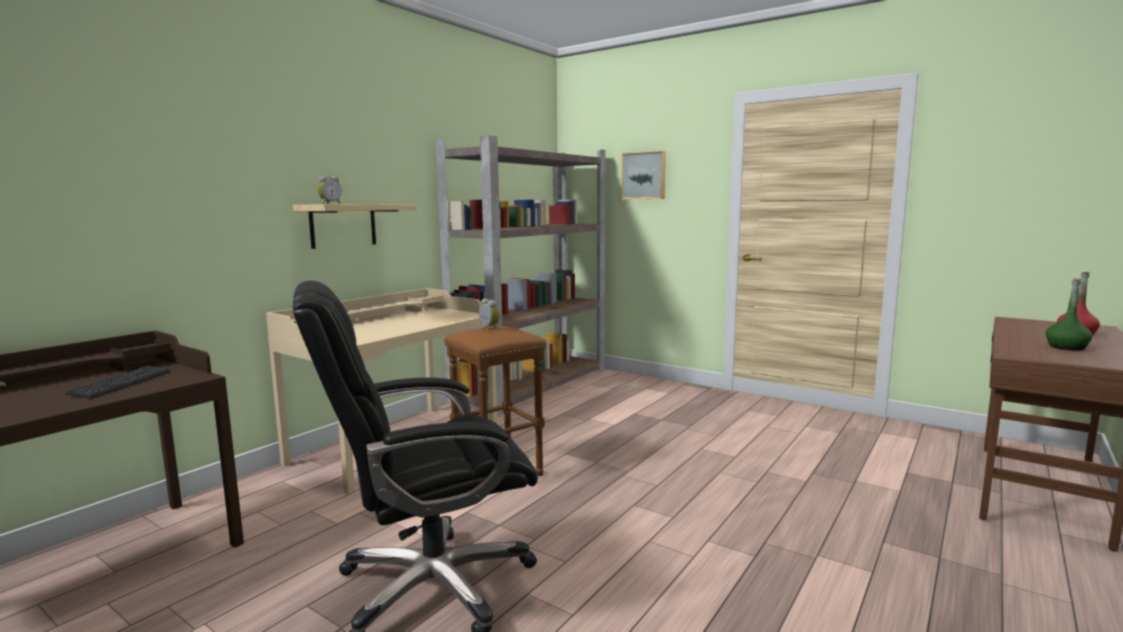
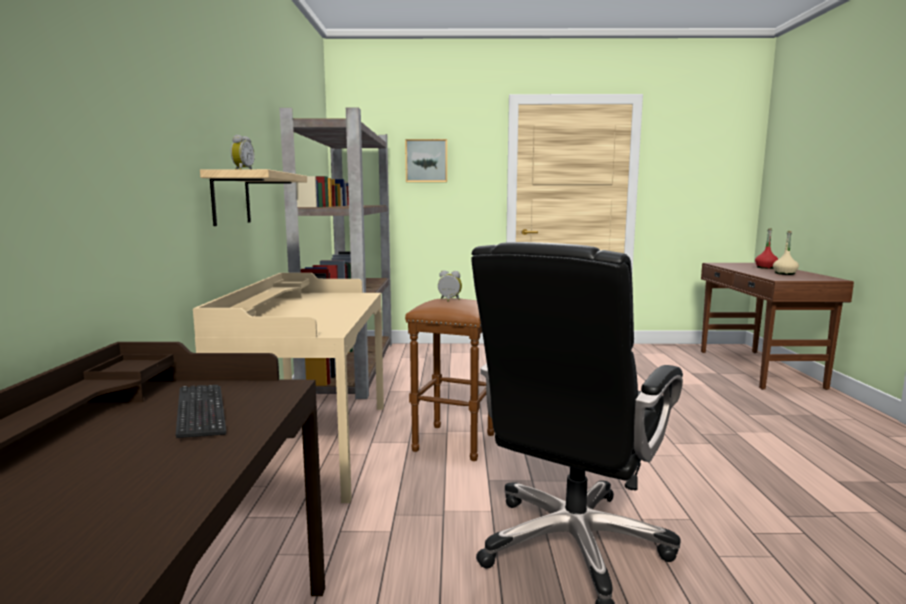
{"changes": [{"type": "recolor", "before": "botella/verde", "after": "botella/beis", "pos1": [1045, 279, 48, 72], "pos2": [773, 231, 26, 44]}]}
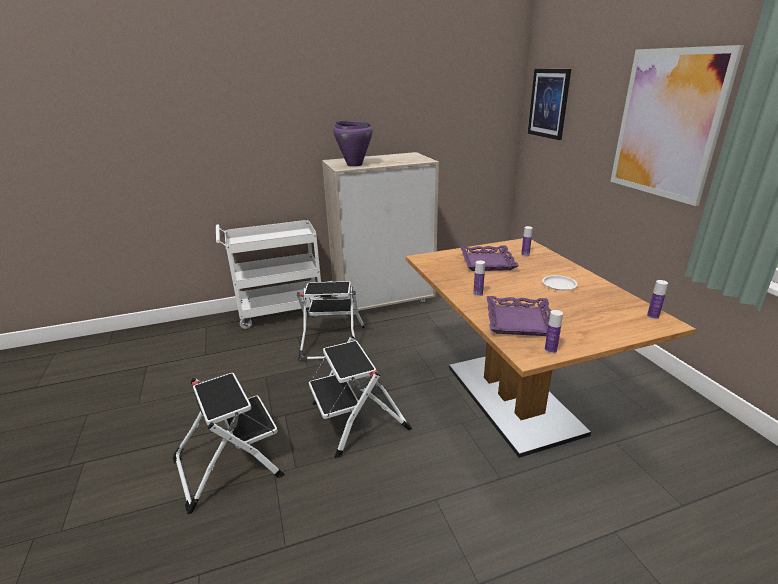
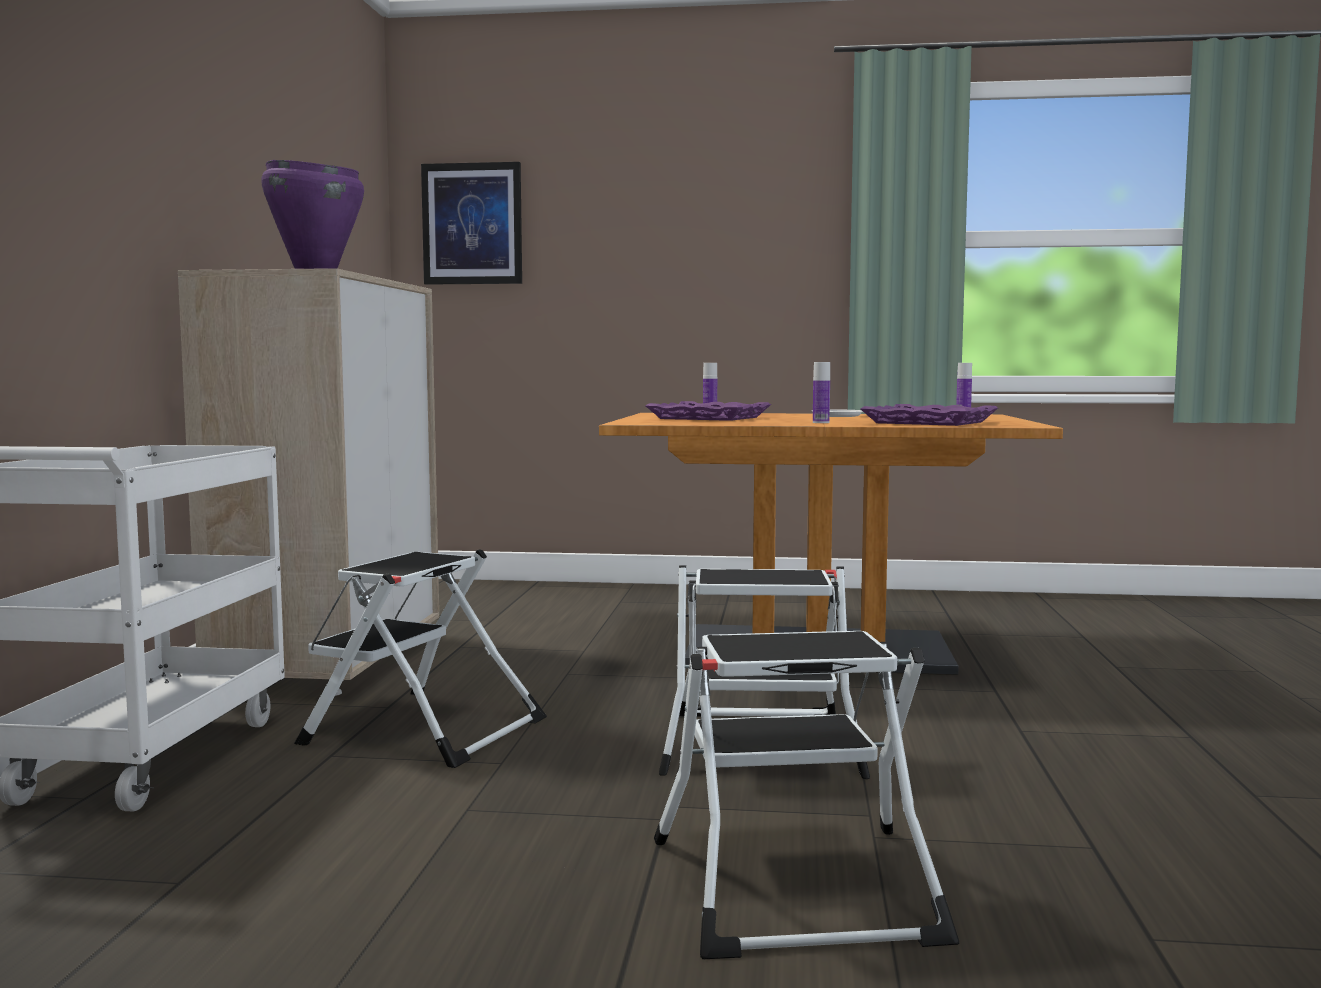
{"changes": [{"type": "delete", "before": "botella", "pos1": [545, 310, 18, 43]}, {"type": "delete", "before": "cuadro", "pos1": [610, 45, 134, 161]}]}
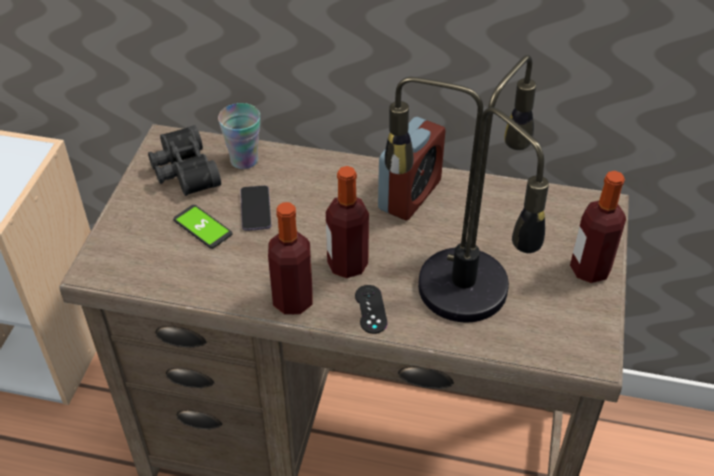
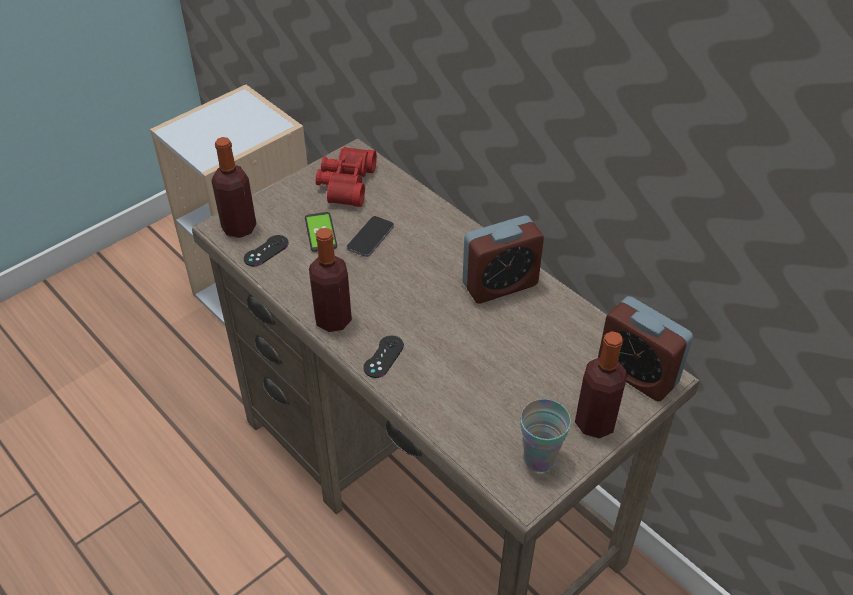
{"changes": [{"type": "delete", "before": "lámpara de mesa", "pos1": [385, 55, 164, 267]}, {"type": "insert", "after": "mando de consola/negro", "pos2": [244, 235, 45, 32]}, {"type": "insert", "after": "despertador", "pos2": [598, 296, 95, 106]}, {"type": "move", "before": "taza", "pos1": [218, 103, 42, 66], "pos2": [520, 399, 51, 73]}, {"type": "move", "before": "botella", "pos1": [326, 166, 43, 112], "pos2": [212, 137, 44, 101]}, {"type": "recolor", "before": "prismáticos/negro", "after": "prismáticos/rojo", "pos1": [148, 125, 73, 71], "pos2": [316, 147, 61, 60]}]}
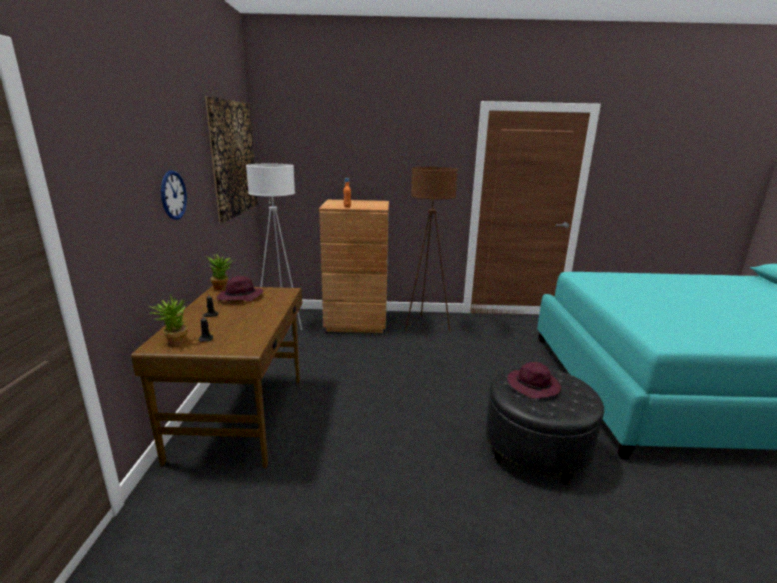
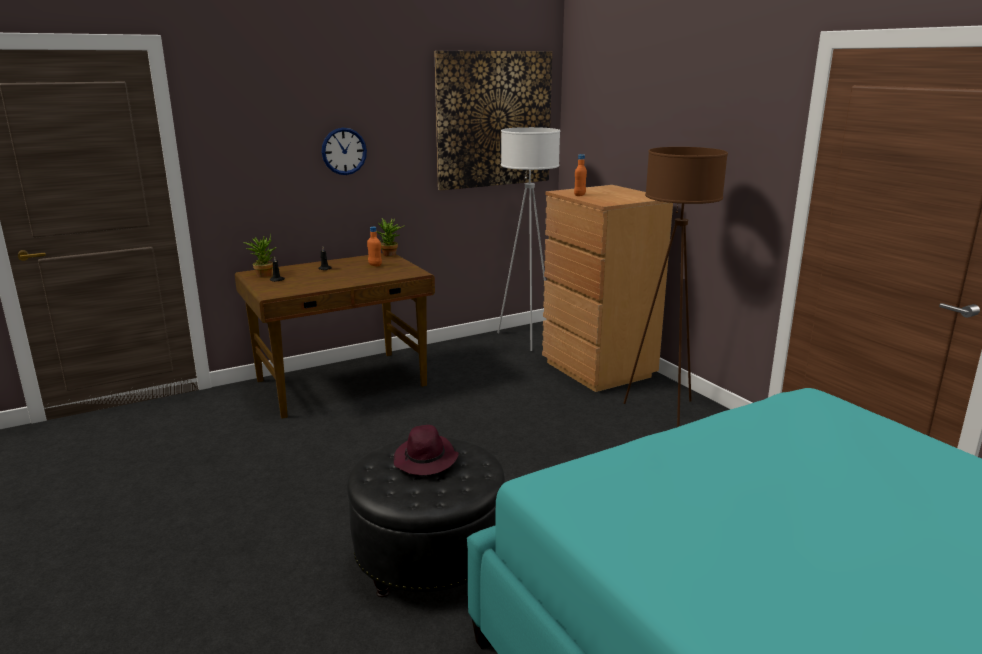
{"changes": [{"type": "replace", "before": "sombrero/morado", "after": "botella/naranja", "pos1": [217, 276, 46, 25], "pos2": [367, 227, 15, 39]}]}
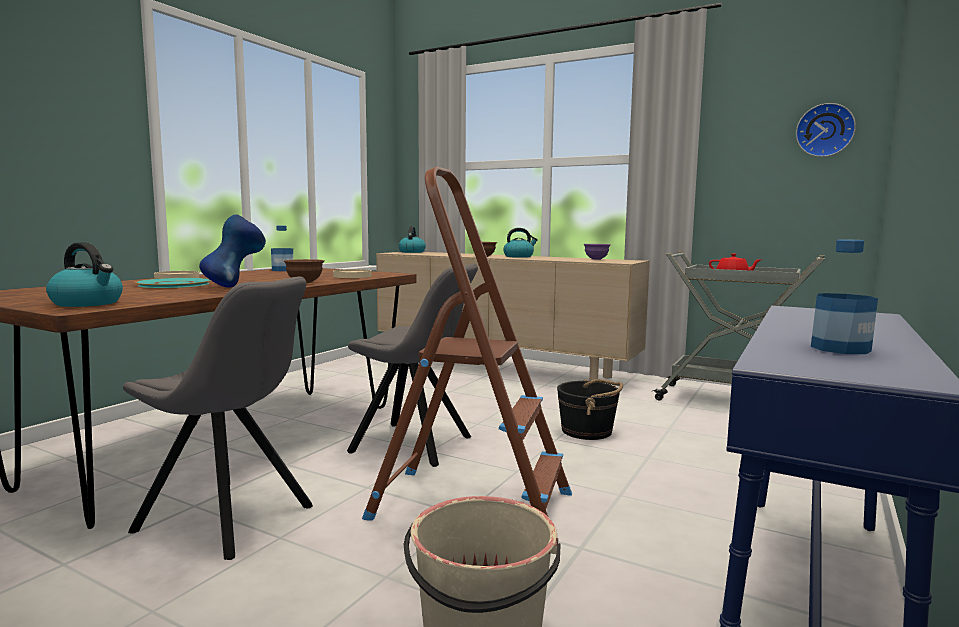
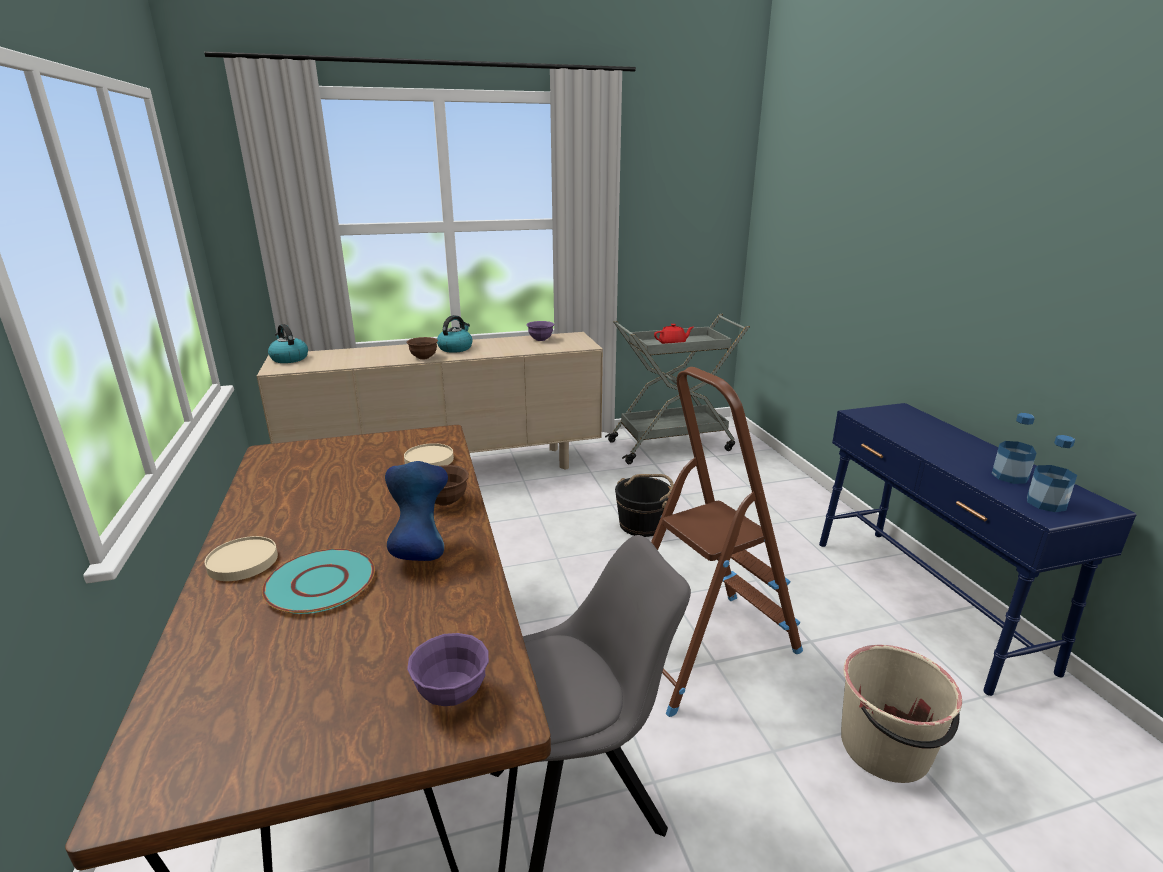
{"changes": [{"type": "delete", "before": "silla/gris", "pos1": [347, 264, 131, 203]}, {"type": "delete", "before": "reloj de pared", "pos1": [796, 103, 60, 54]}, {"type": "move", "before": "botella", "pos1": [271, 225, 22, 46], "pos2": [1027, 435, 50, 77]}, {"type": "replace", "before": "hervidor", "after": "cuenco/morado", "pos1": [46, 242, 77, 65], "pos2": [407, 633, 82, 73]}]}
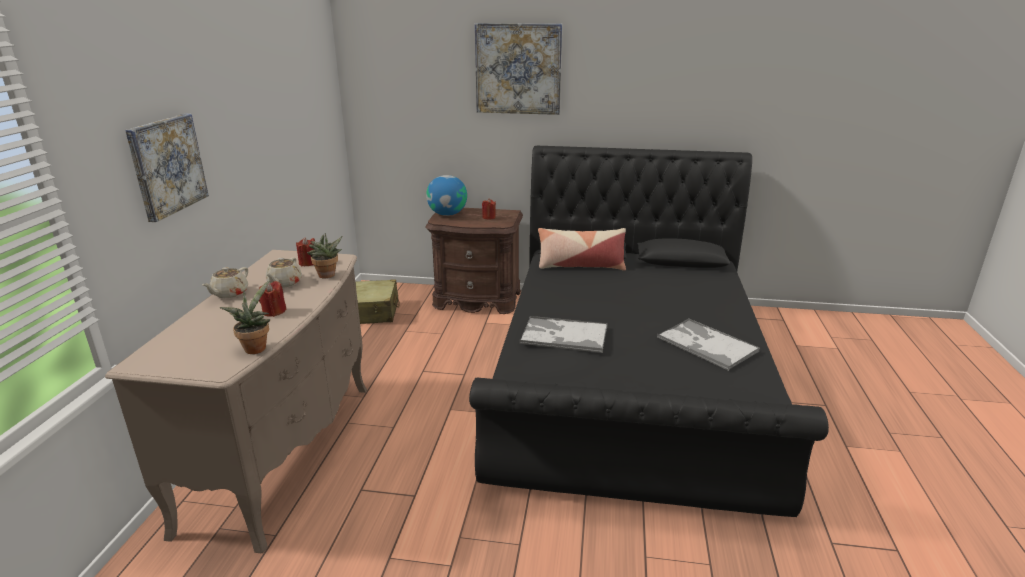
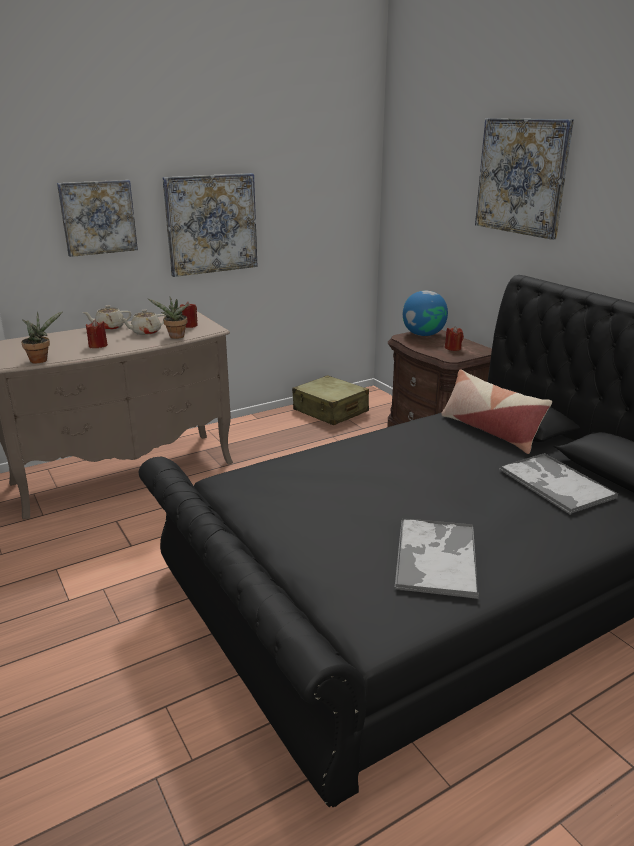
{"changes": [{"type": "insert", "after": "cuadro", "pos2": [162, 173, 96, 104]}, {"type": "move", "before": "bandeja", "pos1": [519, 316, 89, 37], "pos2": [500, 453, 118, 62]}]}
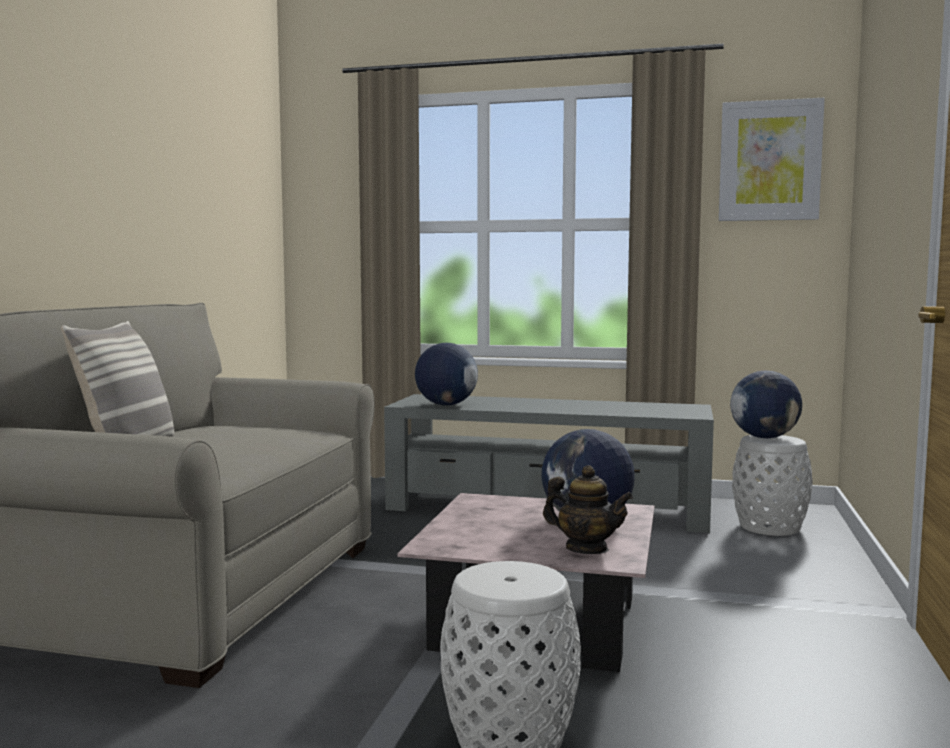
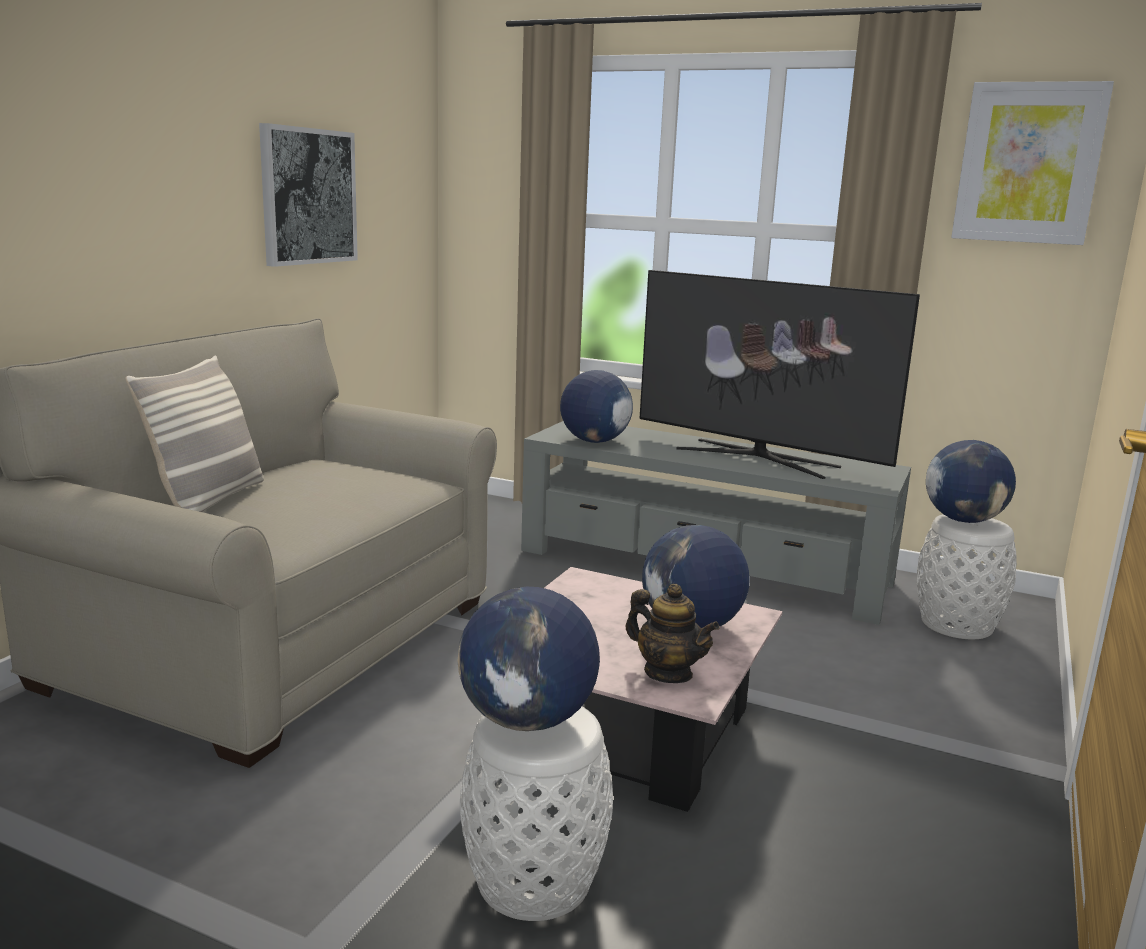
{"changes": [{"type": "insert", "after": "cuadro", "pos2": [259, 123, 99, 144]}, {"type": "insert", "after": "globo terráqueo", "pos2": [458, 587, 142, 144]}, {"type": "insert", "after": "televisor", "pos2": [640, 270, 280, 209]}]}
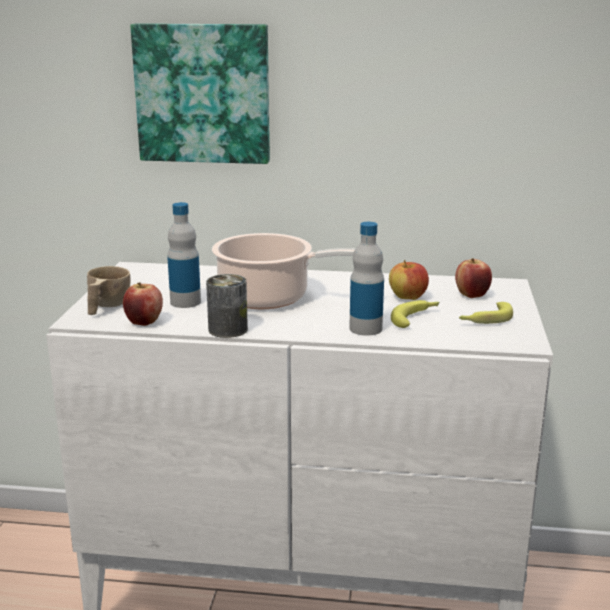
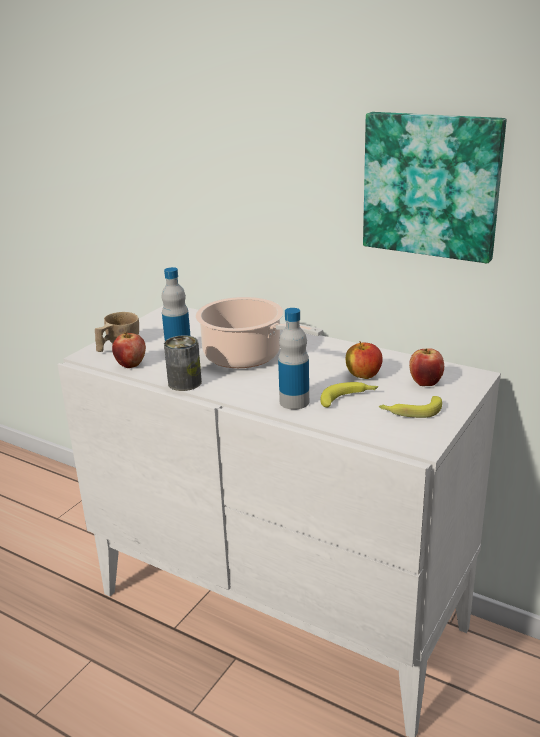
{"changes": [{"type": "move", "before": "cuadro", "pos1": [130, 23, 140, 141], "pos2": [363, 112, 143, 151]}]}
